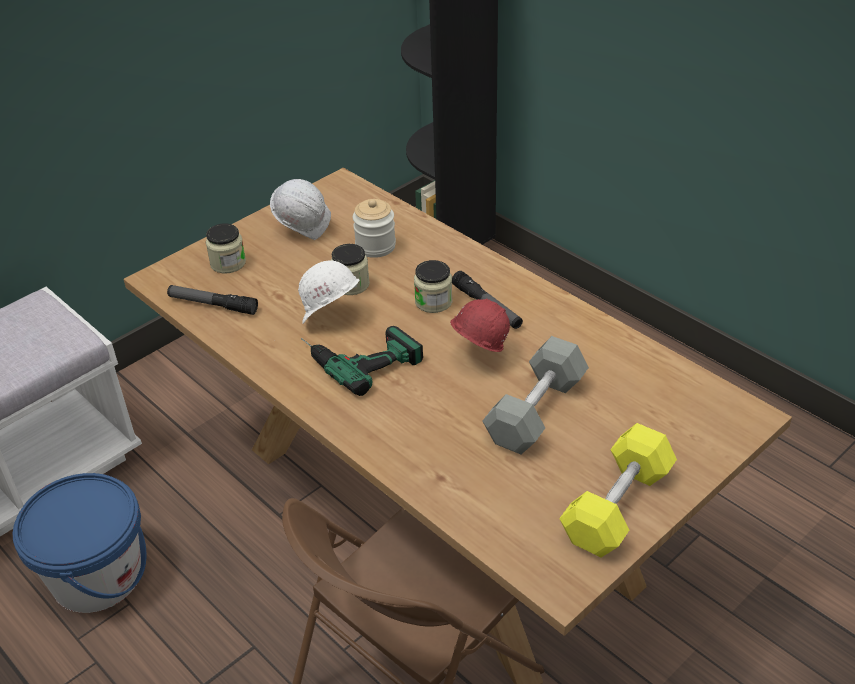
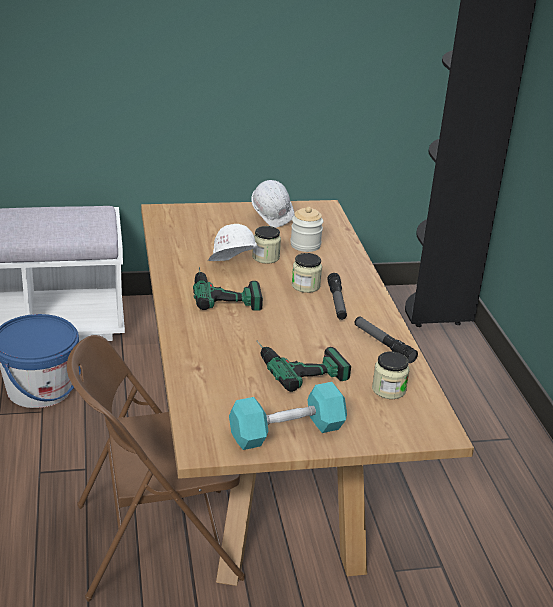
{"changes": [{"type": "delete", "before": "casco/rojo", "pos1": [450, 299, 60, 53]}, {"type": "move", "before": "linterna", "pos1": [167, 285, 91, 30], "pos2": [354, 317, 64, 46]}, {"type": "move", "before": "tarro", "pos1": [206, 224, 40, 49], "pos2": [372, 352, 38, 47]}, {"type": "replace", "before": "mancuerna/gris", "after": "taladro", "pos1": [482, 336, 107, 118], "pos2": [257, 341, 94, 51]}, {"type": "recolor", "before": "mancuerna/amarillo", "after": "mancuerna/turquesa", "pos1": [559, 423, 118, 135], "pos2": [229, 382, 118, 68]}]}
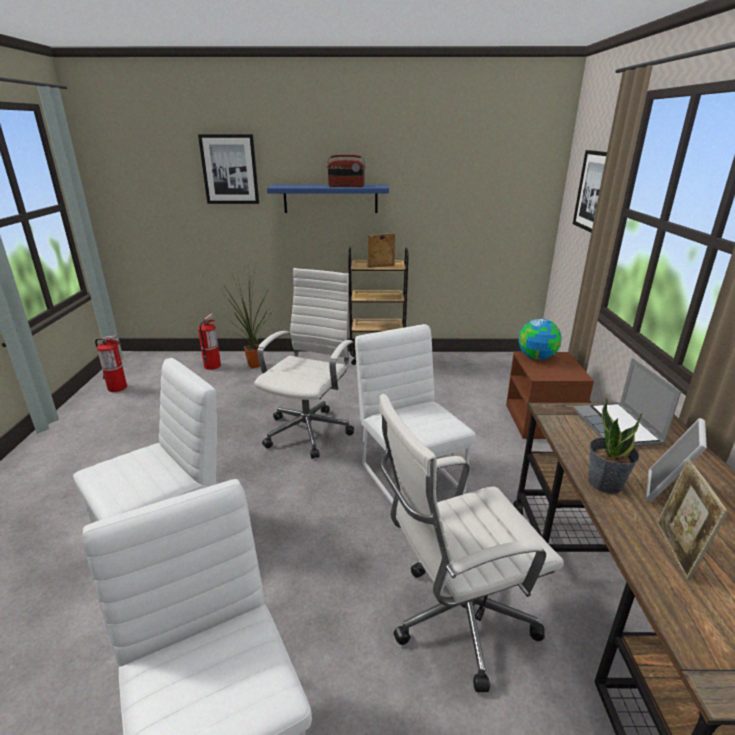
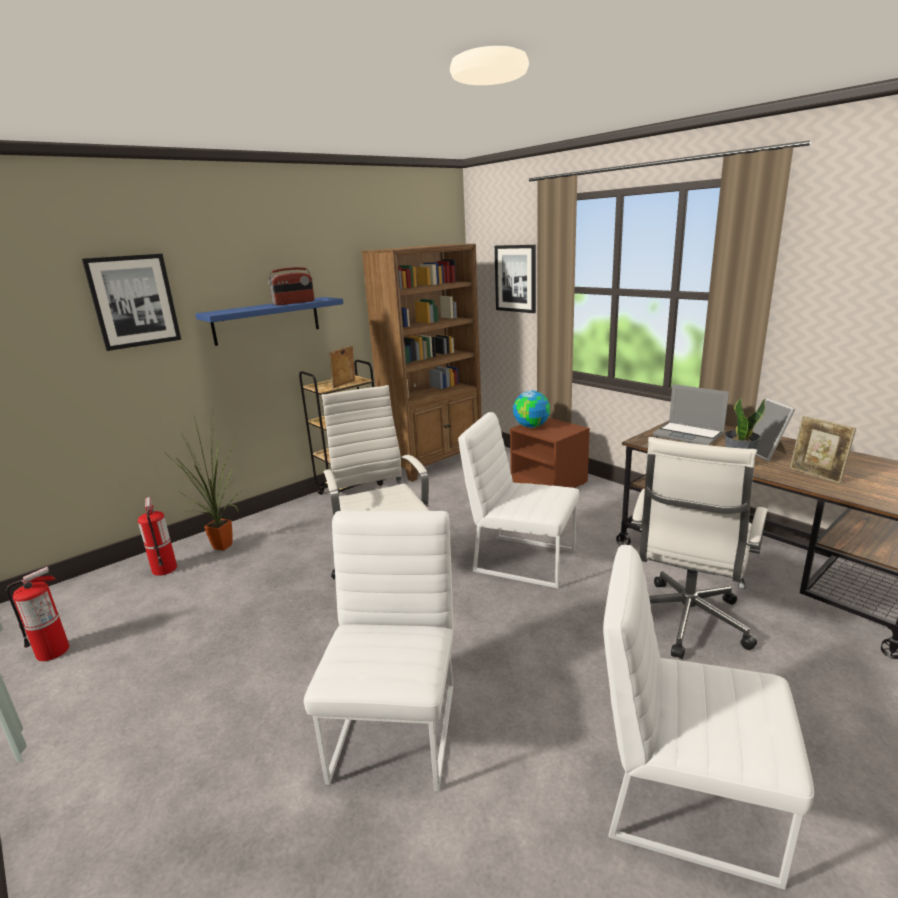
{"changes": [{"type": "insert", "after": "estantería/marrón", "pos2": [362, 244, 120, 238]}]}
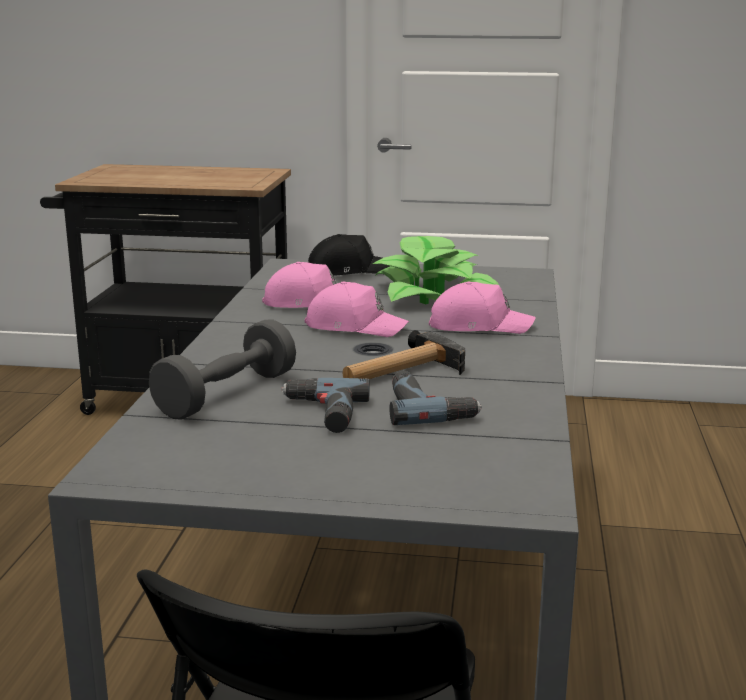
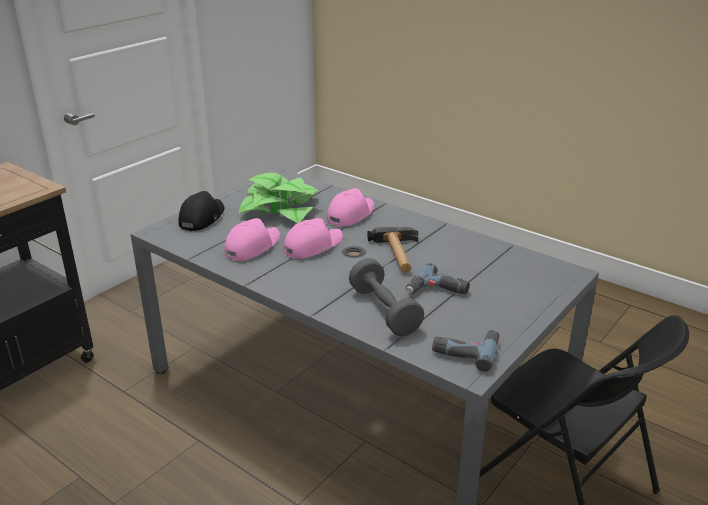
{"changes": [{"type": "move", "before": "taladro", "pos1": [390, 371, 92, 54], "pos2": [432, 330, 67, 42]}]}
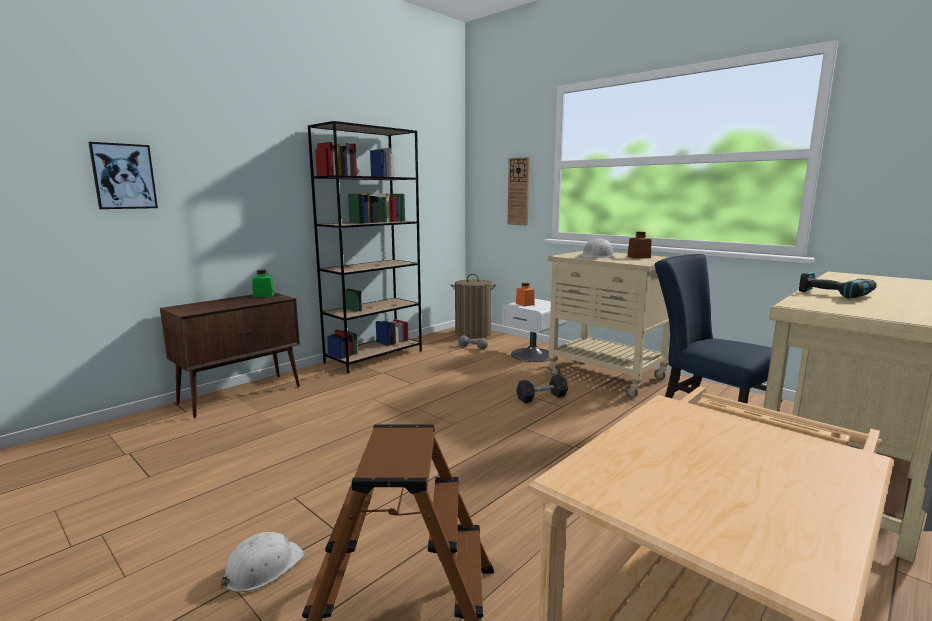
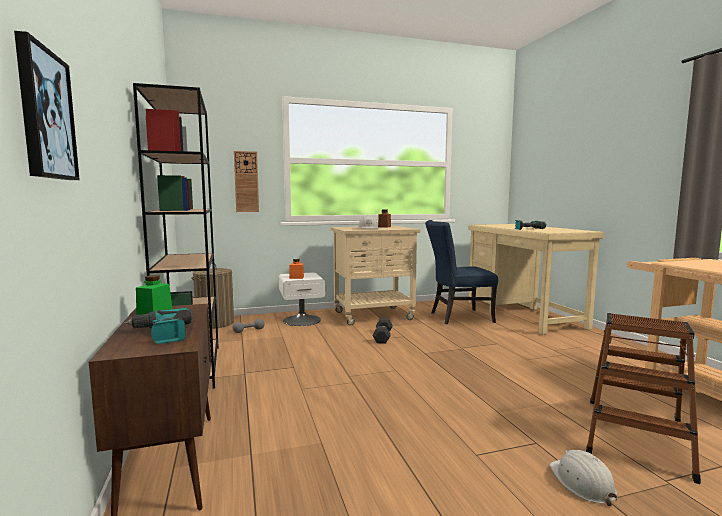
{"changes": [{"type": "insert", "after": "taladro", "pos2": [124, 308, 68, 36]}]}
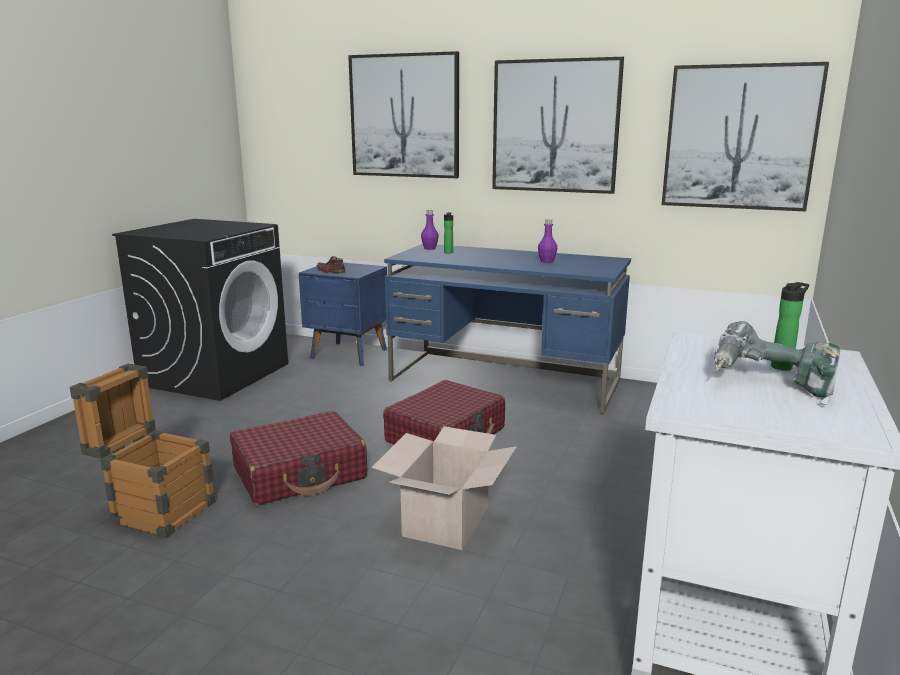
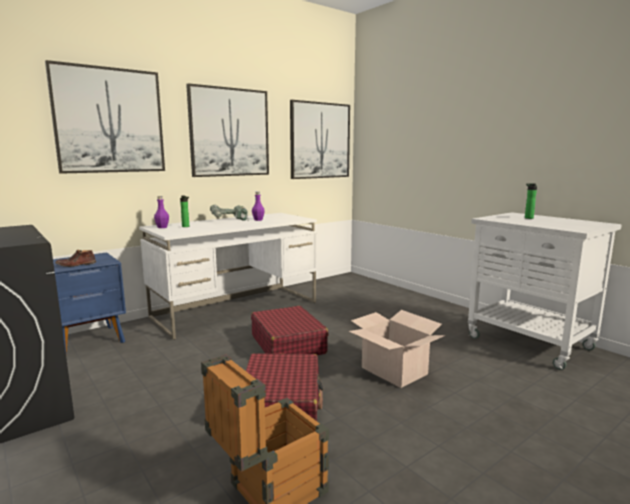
{"changes": [{"type": "move", "before": "taladro", "pos1": [714, 321, 127, 84], "pos2": [210, 205, 39, 16]}, {"type": "recolor", "before": "escritorio/azul", "after": "escritorio/blanco", "pos1": [384, 244, 247, 170], "pos2": [139, 213, 178, 127]}]}
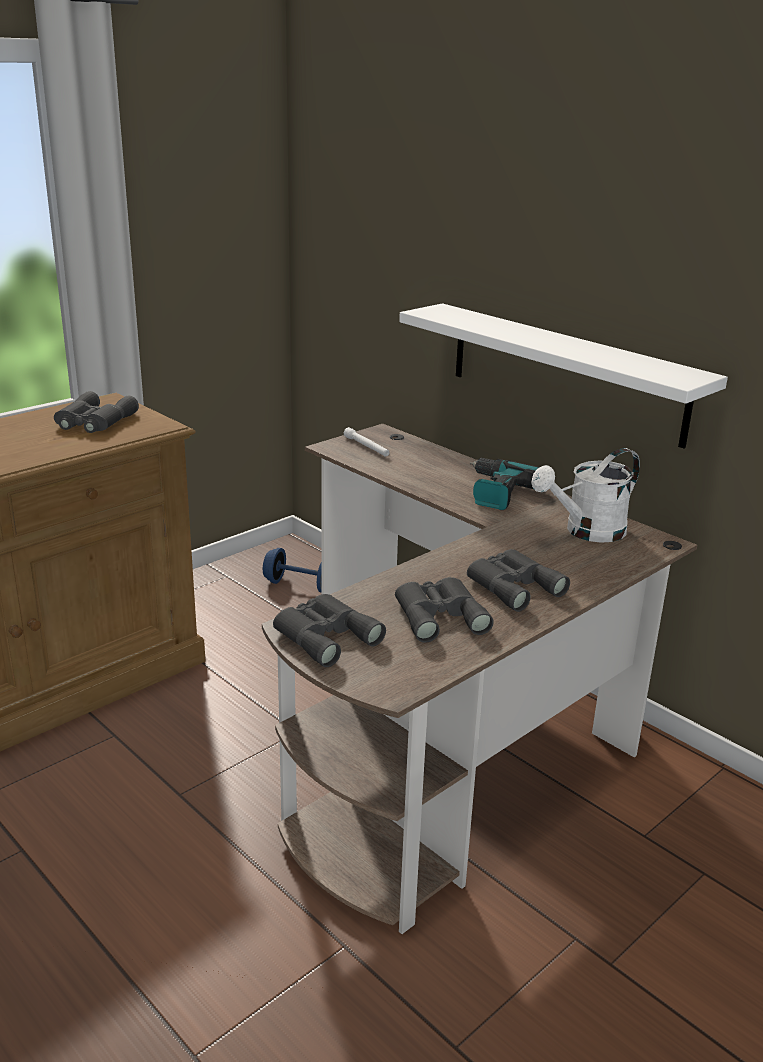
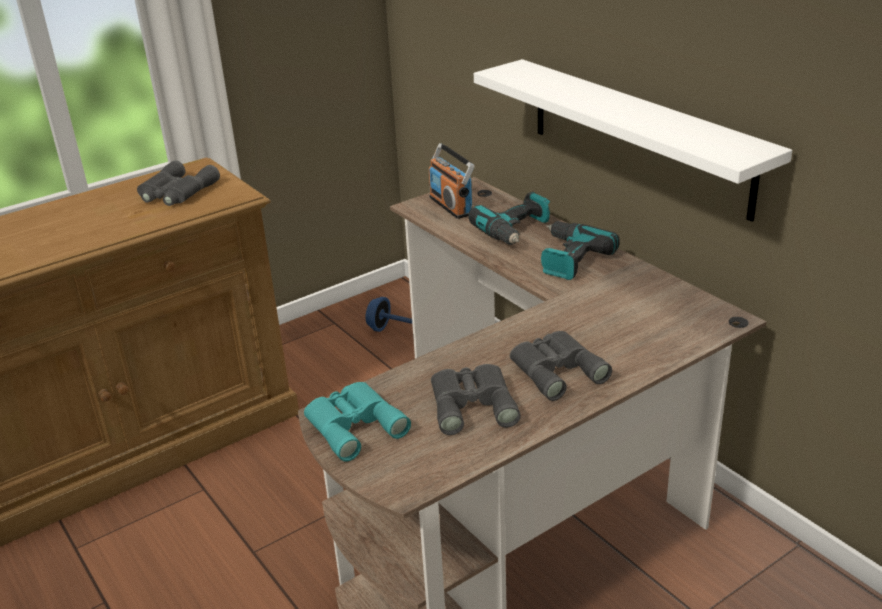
{"changes": [{"type": "delete", "before": "regadera/blanco", "pos1": [531, 448, 109, 95]}, {"type": "insert", "after": "taladro", "pos2": [468, 192, 82, 53]}, {"type": "replace", "before": "linterna/blanco", "after": "radio", "pos1": [344, 427, 46, 30], "pos2": [428, 143, 47, 76]}, {"type": "recolor", "before": "prismáticos/gris", "after": "prismáticos/turquesa", "pos1": [273, 594, 113, 73], "pos2": [304, 382, 107, 80]}]}
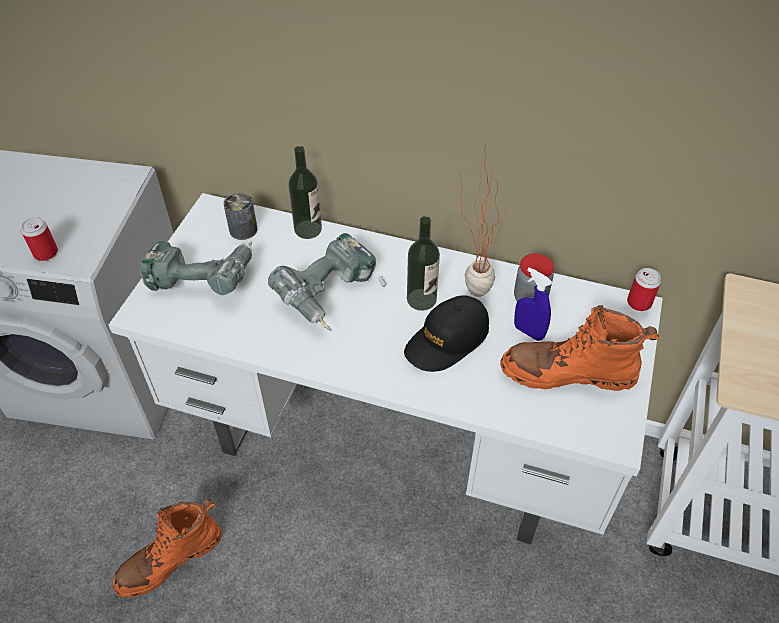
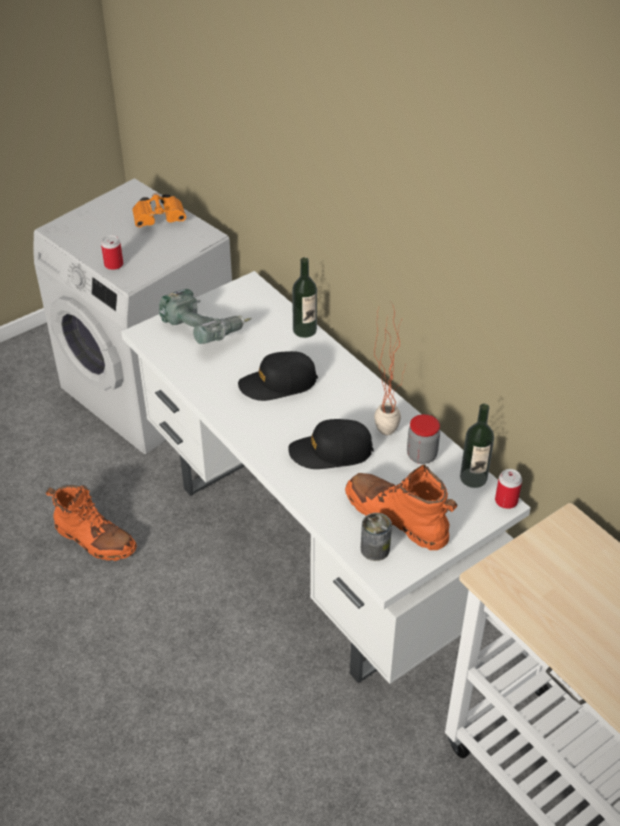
{"changes": [{"type": "delete", "before": "pulverizador/azul", "pos1": [514, 267, 39, 74]}, {"type": "insert", "after": "prismáticos/naranja", "pos2": [132, 193, 54, 35]}, {"type": "move", "before": "lata", "pos1": [223, 193, 34, 47], "pos2": [361, 513, 31, 48]}, {"type": "move", "before": "botella", "pos1": [407, 216, 33, 95], "pos2": [460, 404, 34, 84]}, {"type": "replace", "before": "taladro", "after": "gorra/negro", "pos1": [268, 233, 118, 98], "pos2": [238, 351, 80, 50]}, {"type": "rotate", "before": "bota/naranja", "pos1": [113, 499, 109, 99], "pos2": [46, 485, 91, 76], "turn": -150}]}
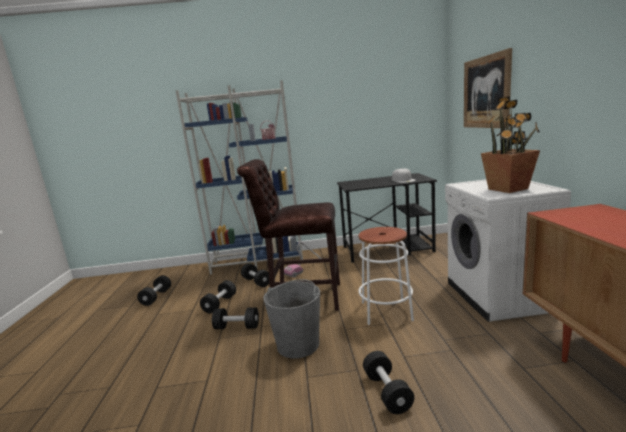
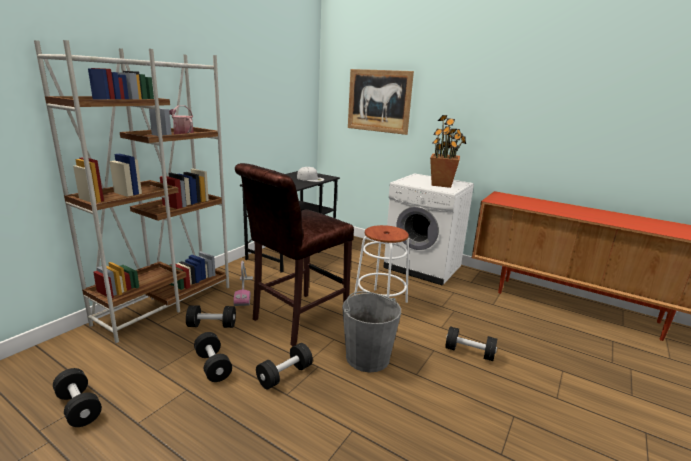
{"changes": [{"type": "recolor", "before": "estantería/azul", "after": "estantería/marrón", "pos1": [176, 80, 127, 195], "pos2": [34, 40, 195, 303]}]}
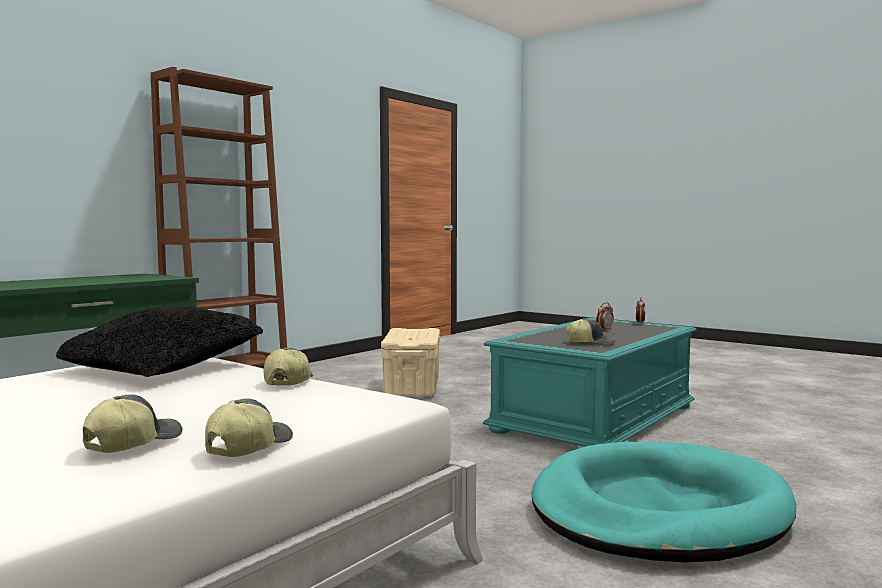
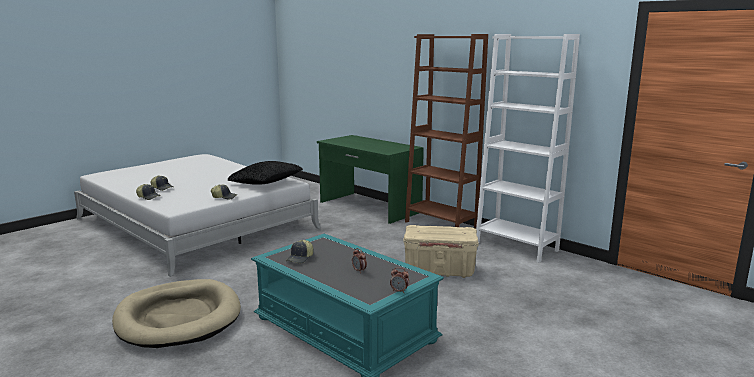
{"changes": [{"type": "insert", "after": "estantería/blanco", "pos2": [476, 34, 104, 229]}, {"type": "recolor", "before": "cama para perro/turquesa", "after": "cama para perro/beis", "pos1": [531, 442, 266, 120], "pos2": [112, 279, 129, 69]}]}
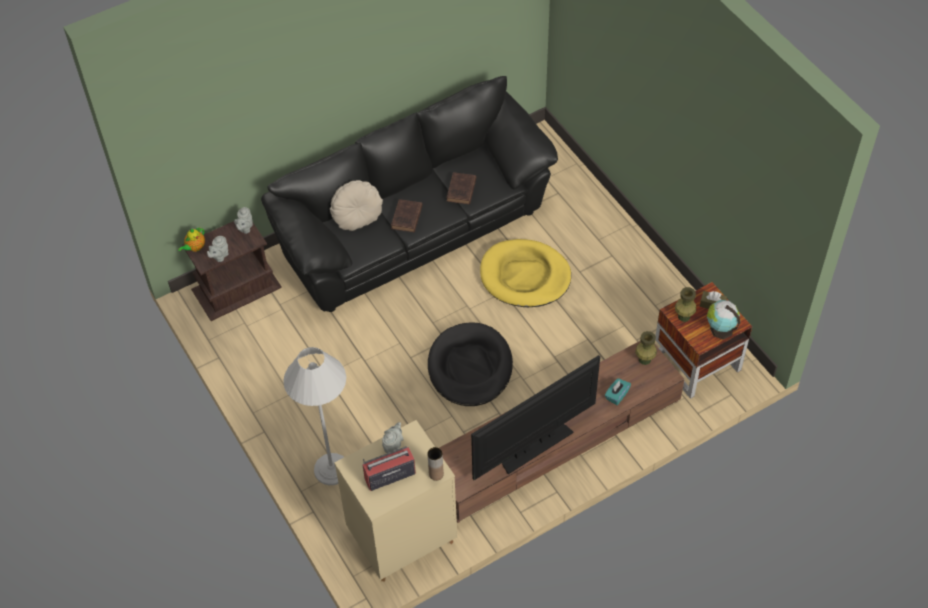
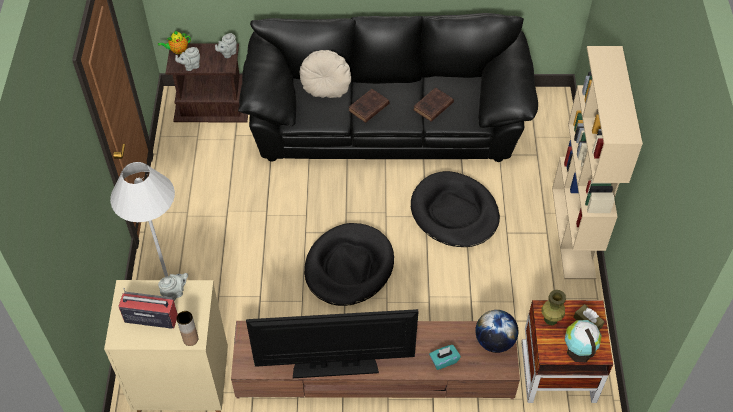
{"changes": [{"type": "insert", "after": "estantería/beis", "pos2": [552, 46, 91, 233]}, {"type": "replace", "before": "florero/verde", "after": "globo terráqueo", "pos1": [635, 331, 22, 34], "pos2": [475, 310, 43, 43]}, {"type": "recolor", "before": "cama para perro/amarillo", "after": "cama para perro/negro", "pos1": [480, 239, 91, 68], "pos2": [411, 171, 89, 76]}]}
